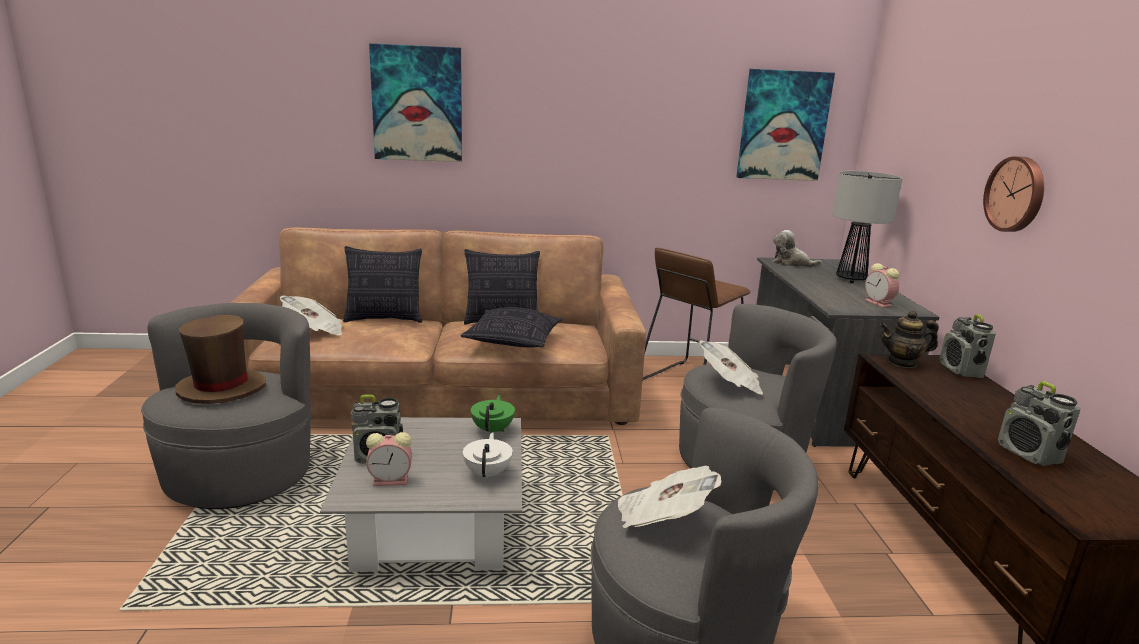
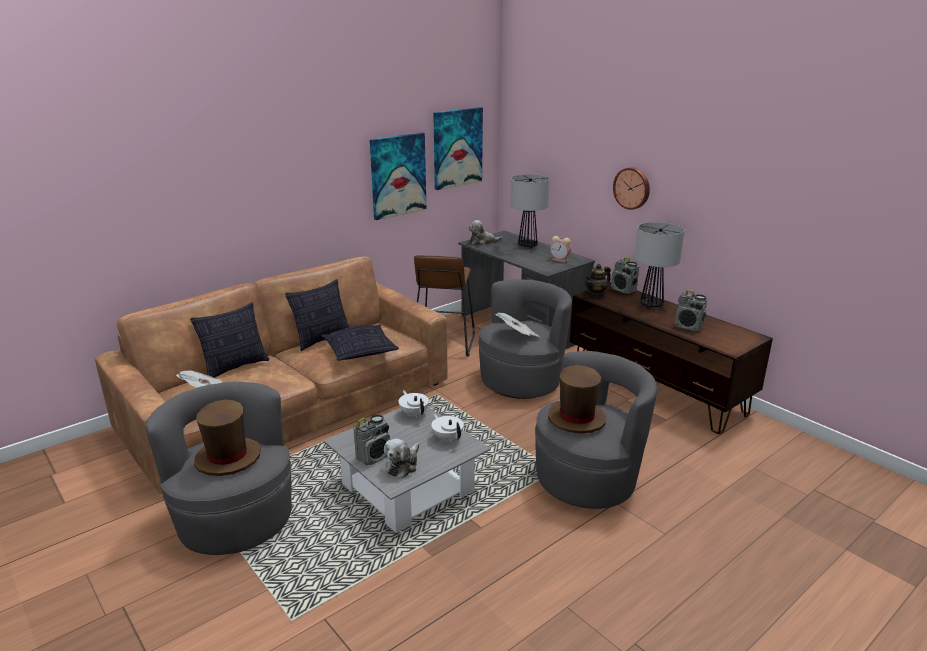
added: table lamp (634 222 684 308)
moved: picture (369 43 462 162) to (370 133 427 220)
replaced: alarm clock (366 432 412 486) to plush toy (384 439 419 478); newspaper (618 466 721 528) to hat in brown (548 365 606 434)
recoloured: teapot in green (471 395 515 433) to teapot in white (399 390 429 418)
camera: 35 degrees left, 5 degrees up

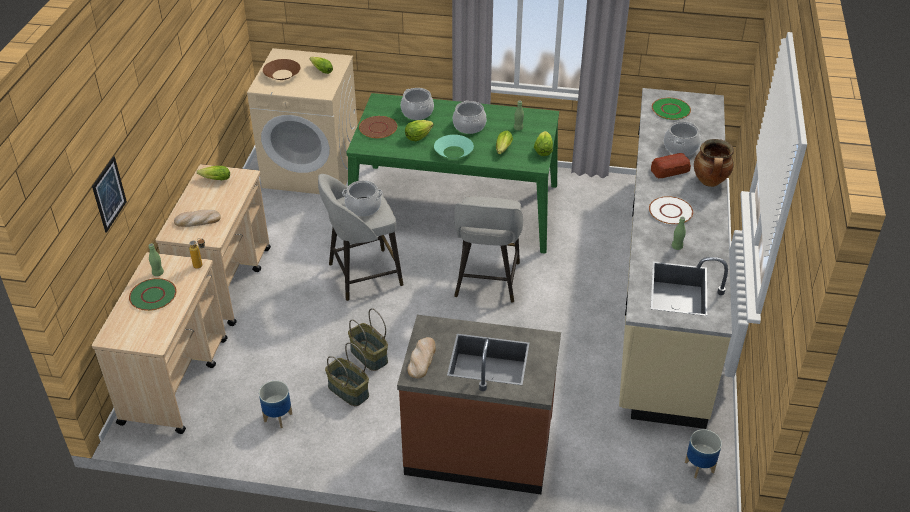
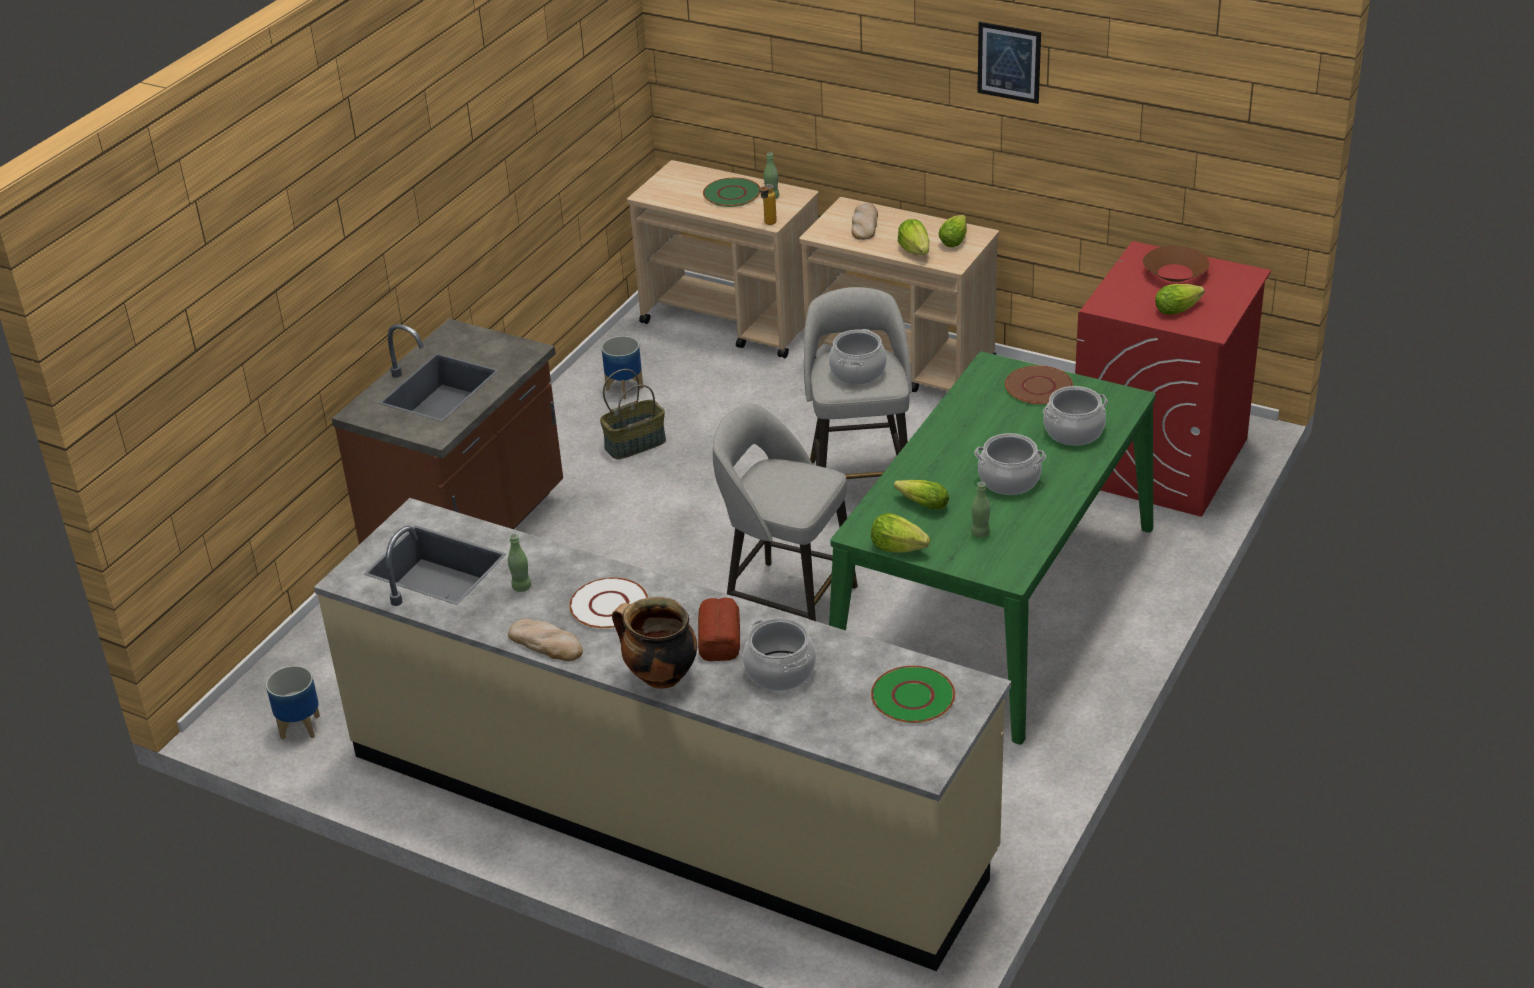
removed: basket (348 308 388 371); bowl in turquoise (434 135 474 158)
moved: picture (92 156 127 232) to (977 22 1041 104); lettuce (405 120 434 141) to (898 219 929 255); bread (407 337 435 379) to (508 619 583 661)
recoloured: washing machine in beige (247 48 357 194) to washing machine in red (1075 241 1271 517)
camera: 110 degrees right, 5 degrees down

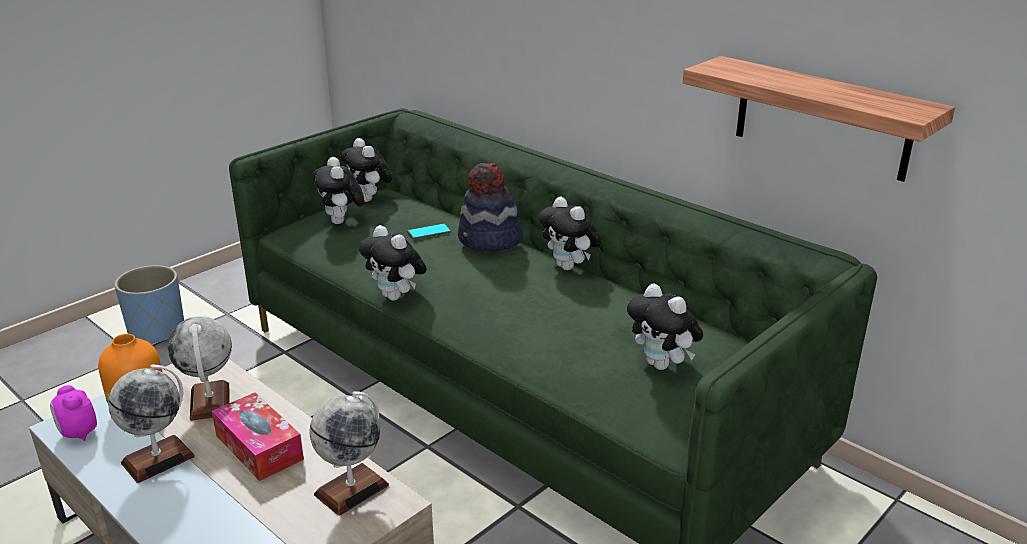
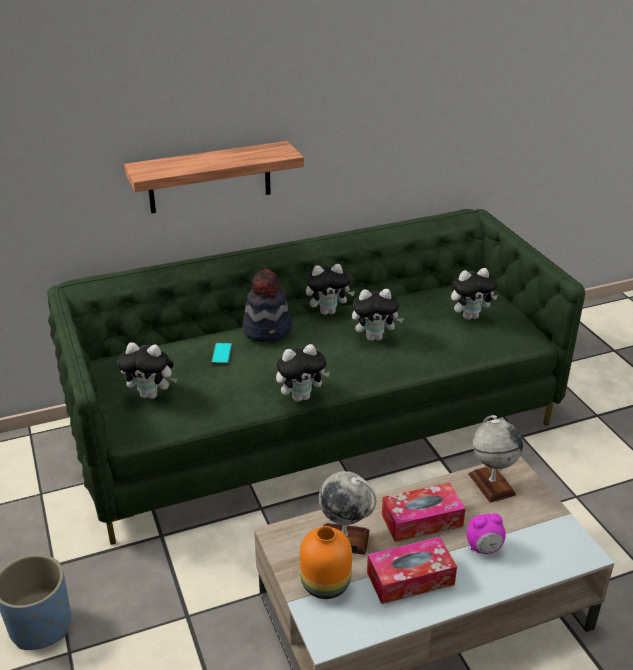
moved: alarm clock (50 385 97 441) to (467 513 506 554); plush toy (341 138 393 202) to (352 289 404 341); shelf (683 56 955 182) to (124 141 304 213)
replaced: globe (108 365 195 483) to tissue box (367 537 457 604)
camera: 65 degrees left, 5 degrees up

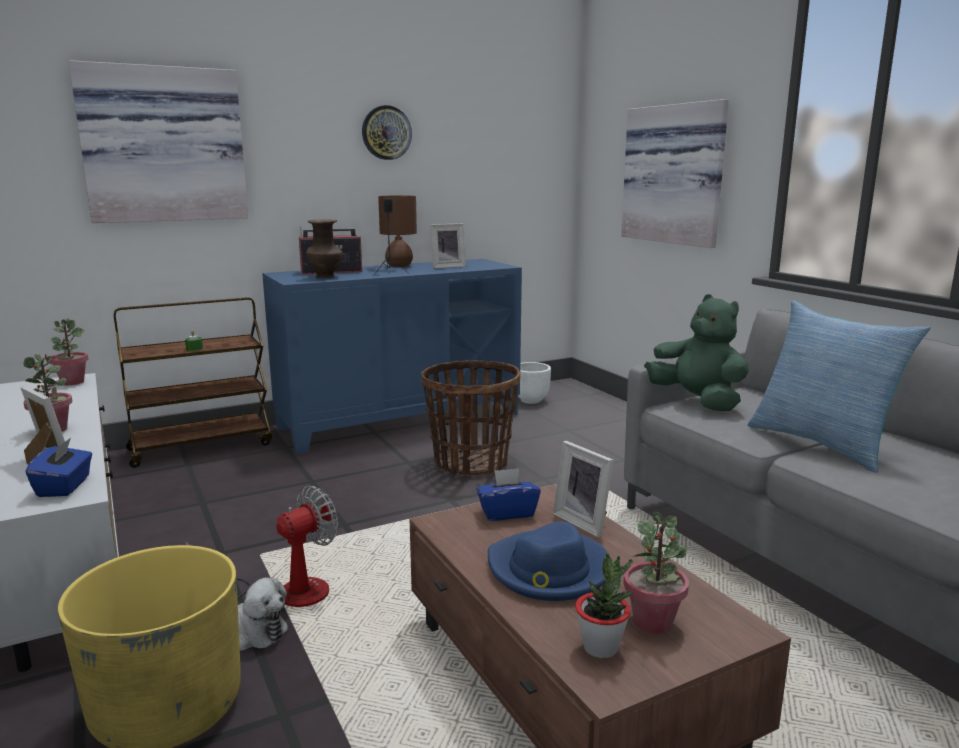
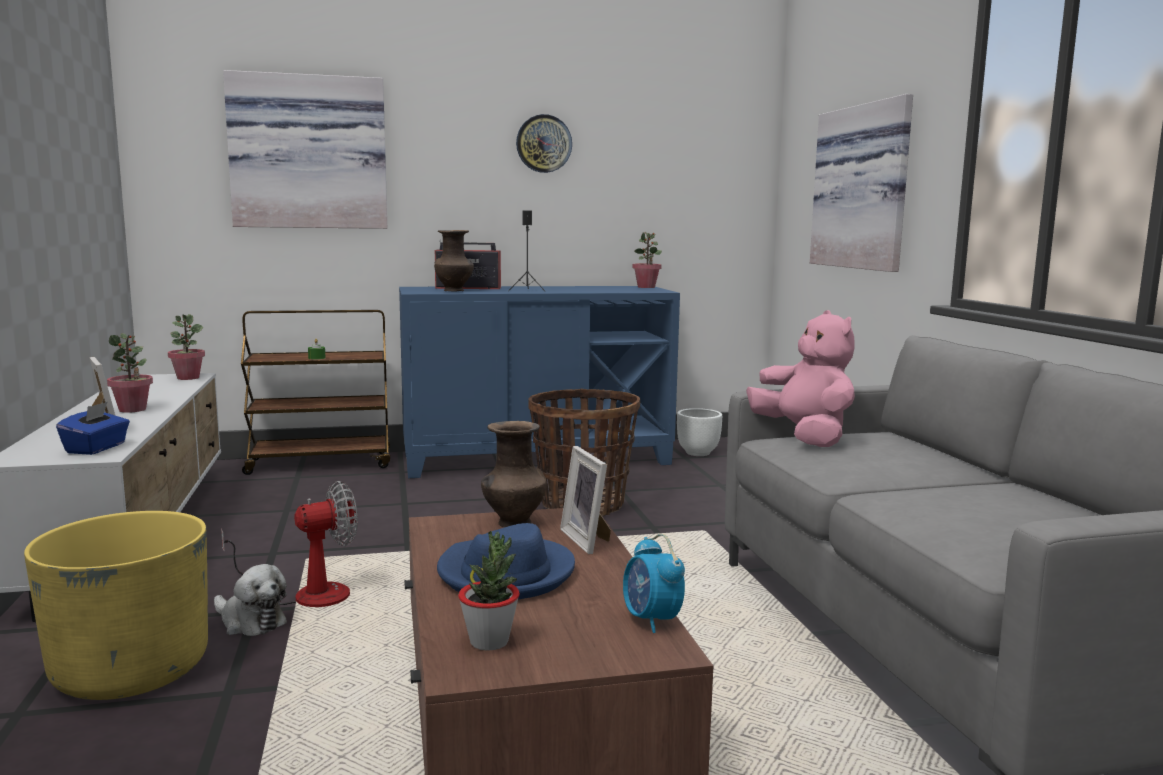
removed: table lamp in brown (378 195 417 267); picture frame (430 223 466 269); pillow (748 301 931 473)
added: alarm clock (623 534 685 633)
moved: potted plant (623 511 689 634) to (633 232 662 288)
replaced: tissue box in blue (476 468 541 521) to vase in brown (481 421 547 527)
recoloured: plush toy in green (644 294 749 411) to plush toy in pink (746 310 855 447)
camera: 15 degrees right, 5 degrees down

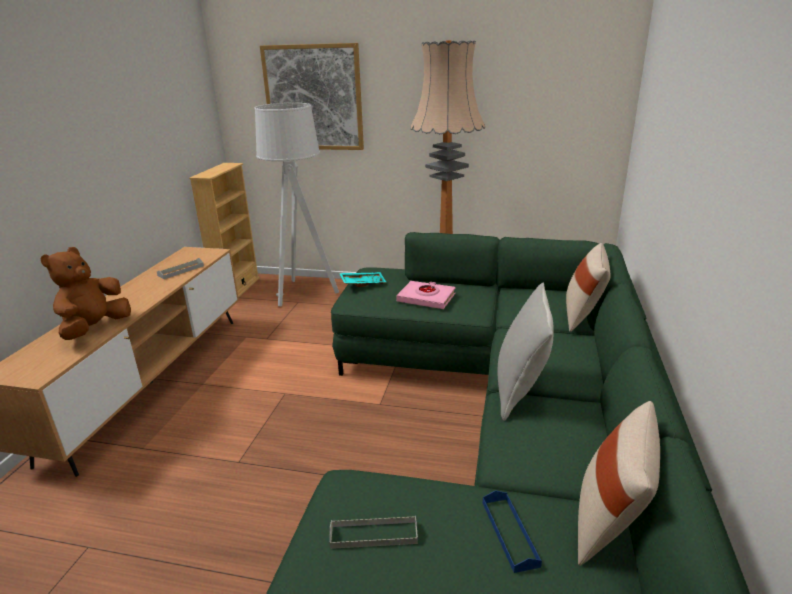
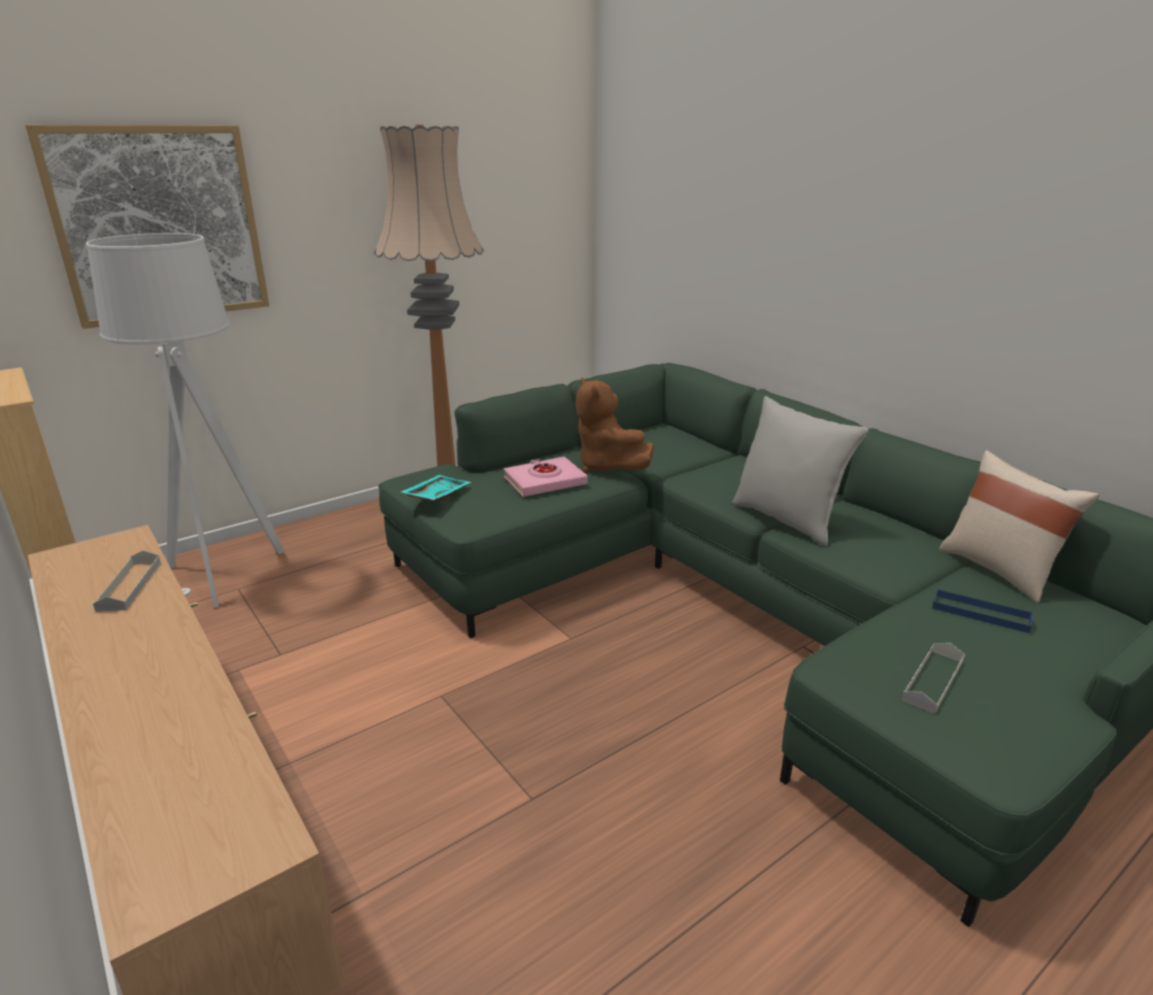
removed: pillow in beige (566 243 611 332)
moved: plush toy in brown (40 247 131 340) to (575 378 654 473)
camera: 50 degrees left, 0 degrees up

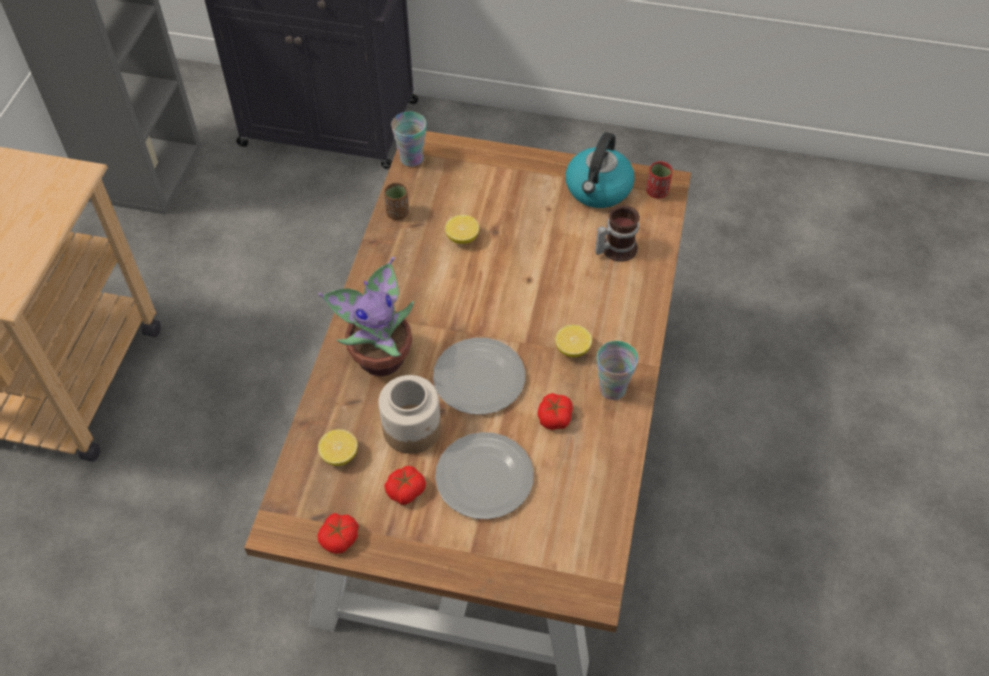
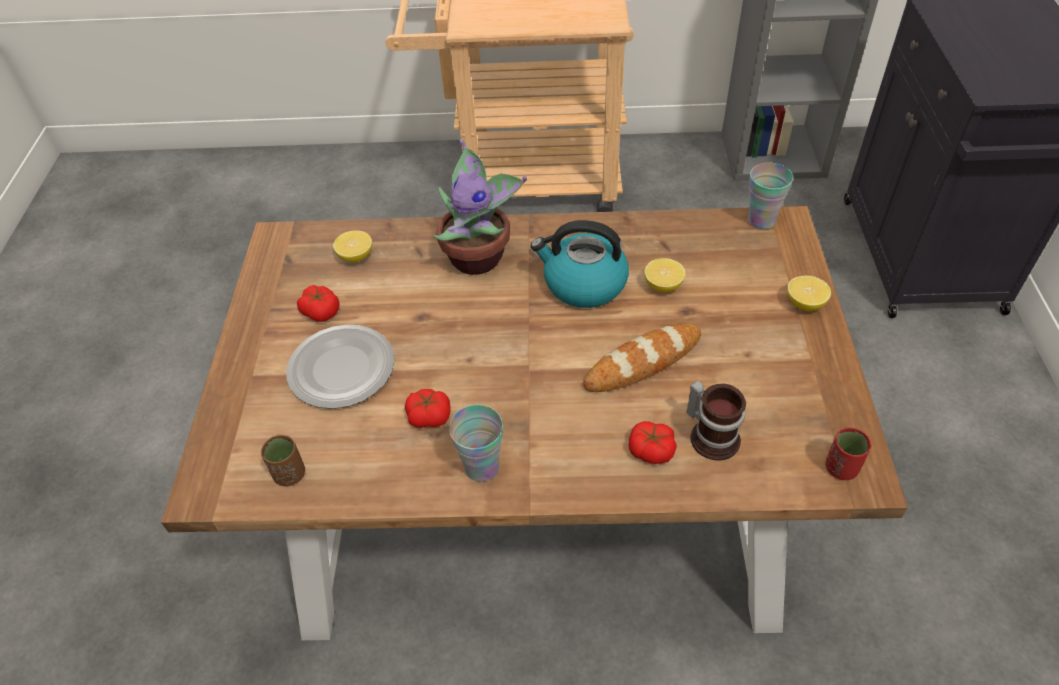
removed: jar (378 375 441 454); plate (433 338 525 415)
added: bread (583 324 701 392)
moved: tomato (318 513 359 554) to (629 421 677 464); cup in brown (384 183 409 220) to (261 435 305 486); lemon (555 325 592 357) to (787 276 831 311); kettle (565 132 635 208) to (531 220 629 308)
camera: 80 degrees right, 5 degrees down

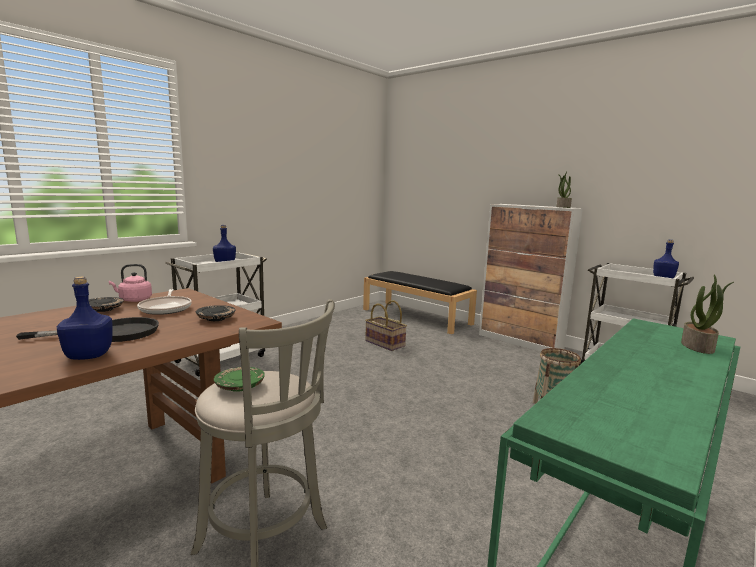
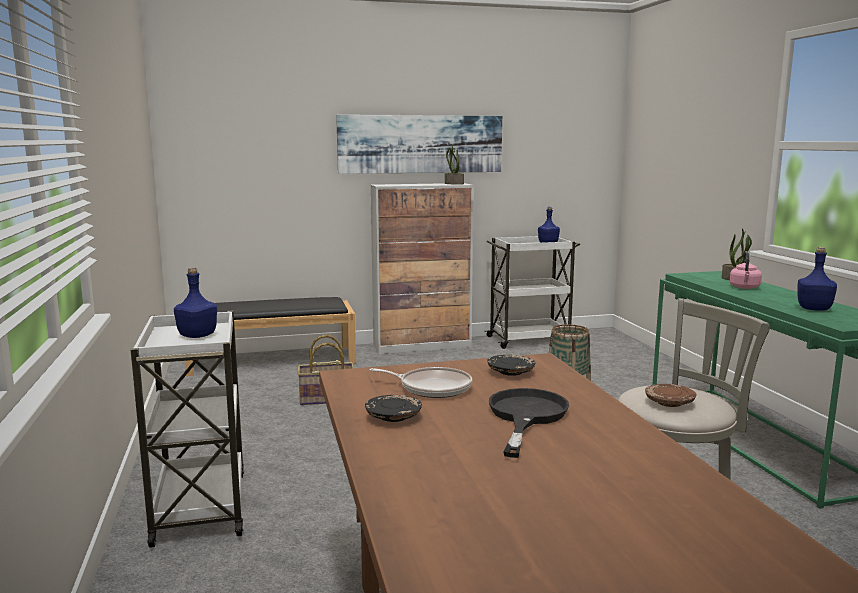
added: picture (336 115 502 174)
moved: bottle in blue (57 277 113 360) to (797 247 837 311); kettle in pink (109 264 152 302) to (730 251 762 289)
recoloured: plate in green (214 367 265 392) to plate in brown (645 384 697 407)
camera: 55 degrees left, 0 degrees up

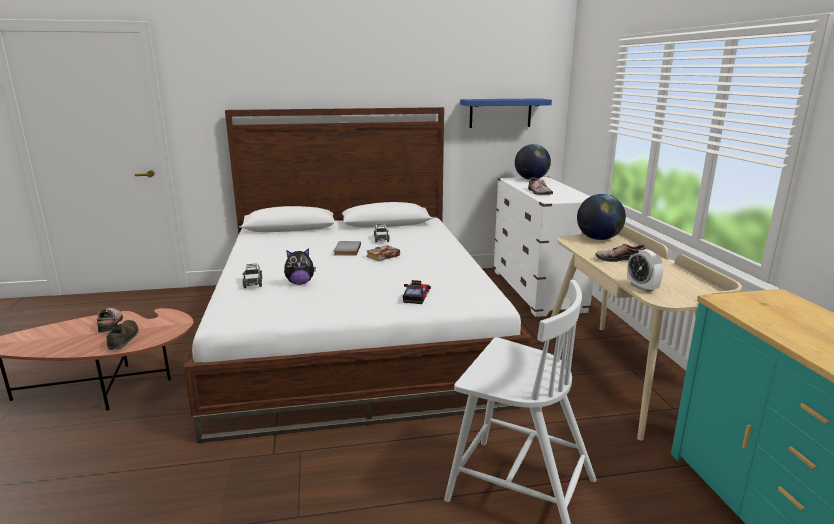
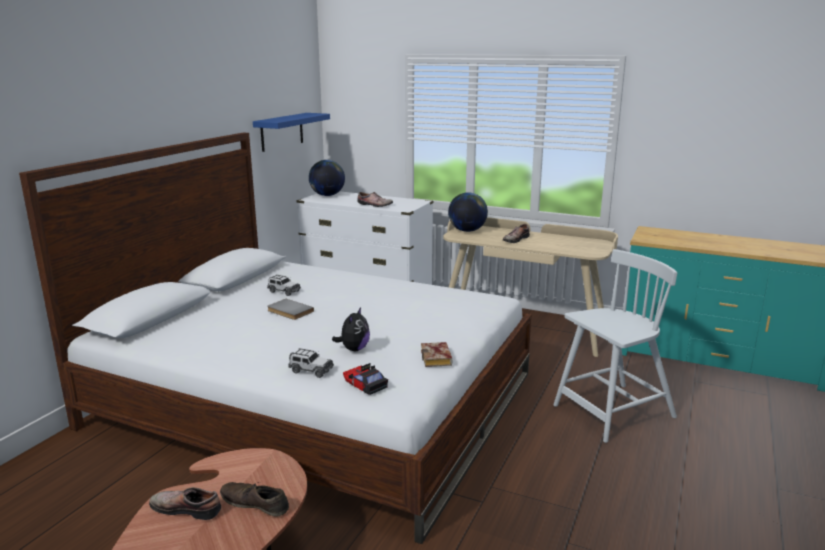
removed: alarm clock (627 249 663 292)
moved: book (367 245 400 261) to (421 342 453 367); toy car (403 280 431 304) to (343 363 388 395)
camera: 55 degrees left, 0 degrees up

